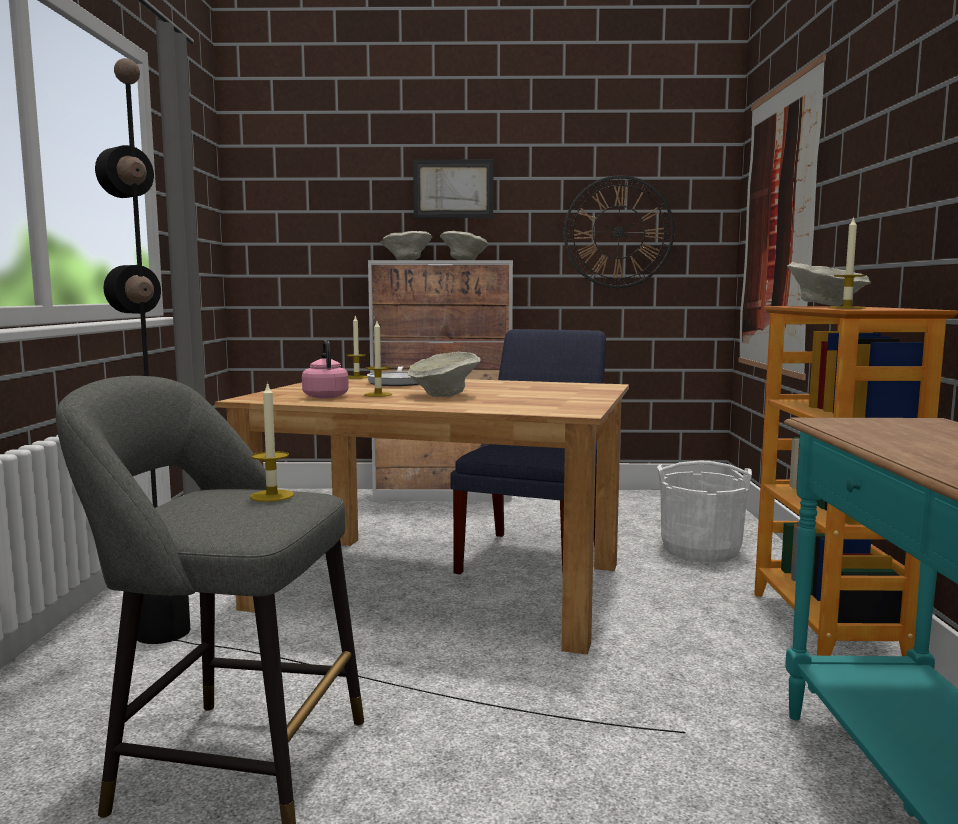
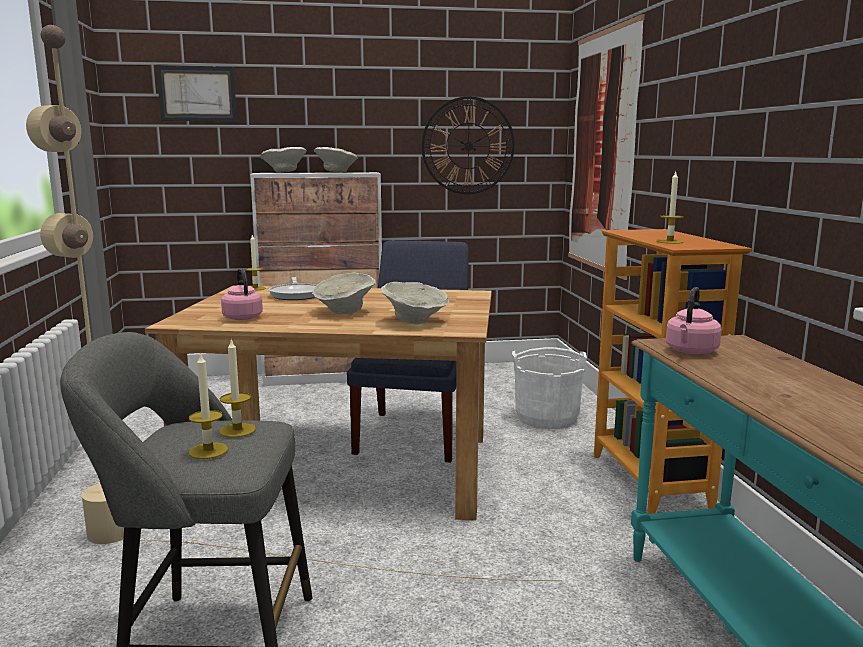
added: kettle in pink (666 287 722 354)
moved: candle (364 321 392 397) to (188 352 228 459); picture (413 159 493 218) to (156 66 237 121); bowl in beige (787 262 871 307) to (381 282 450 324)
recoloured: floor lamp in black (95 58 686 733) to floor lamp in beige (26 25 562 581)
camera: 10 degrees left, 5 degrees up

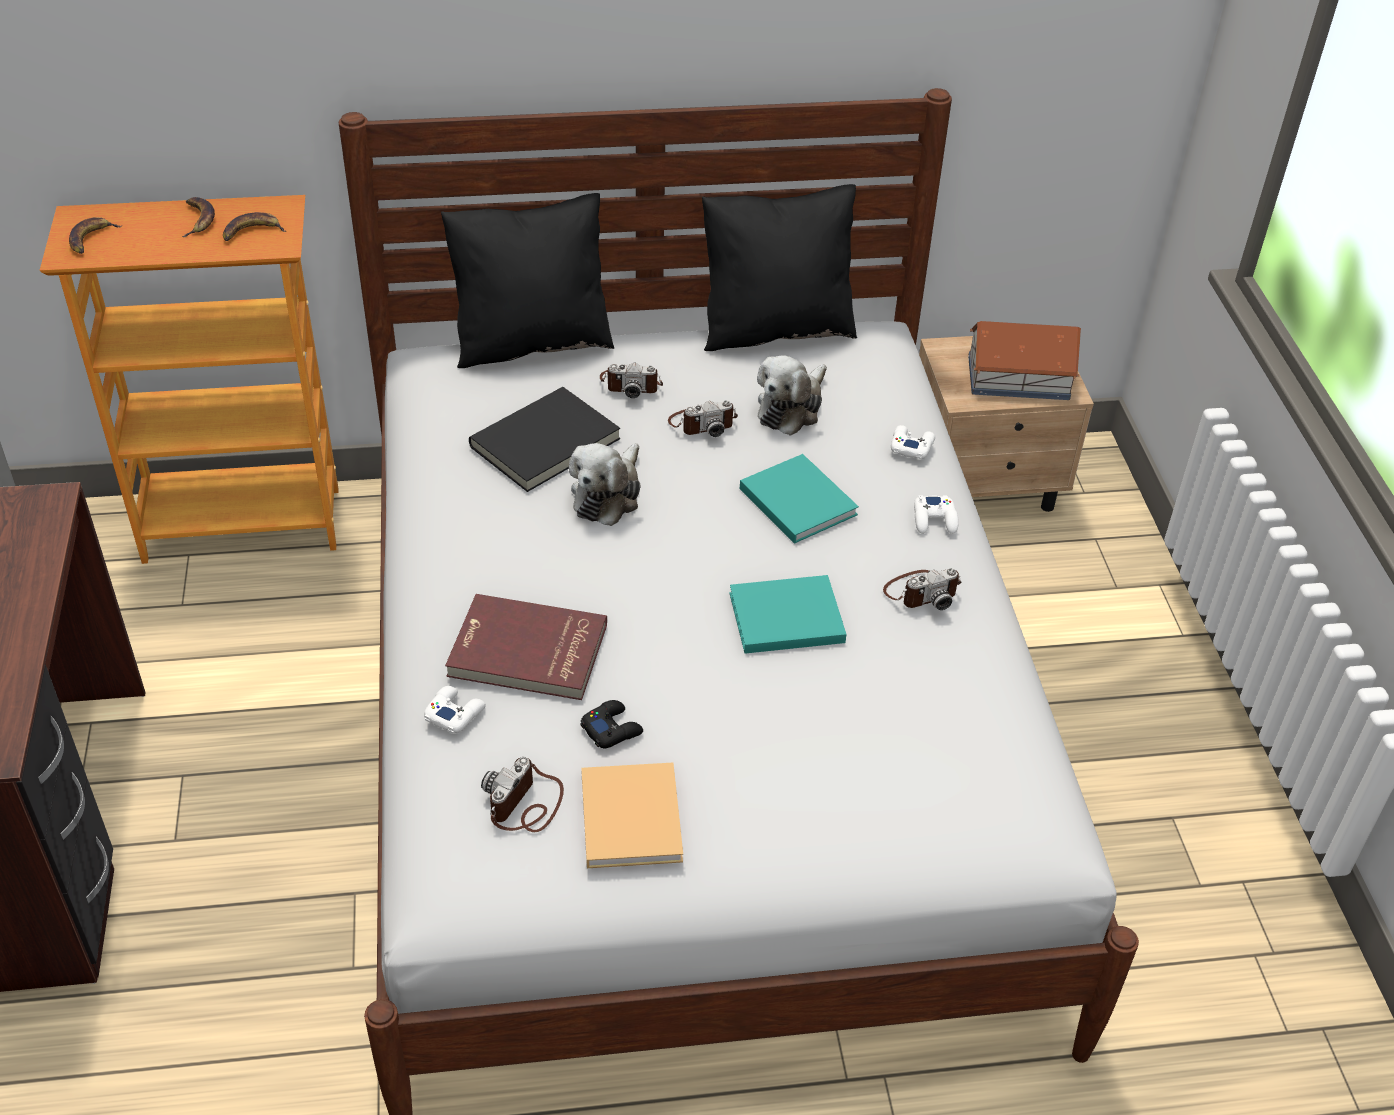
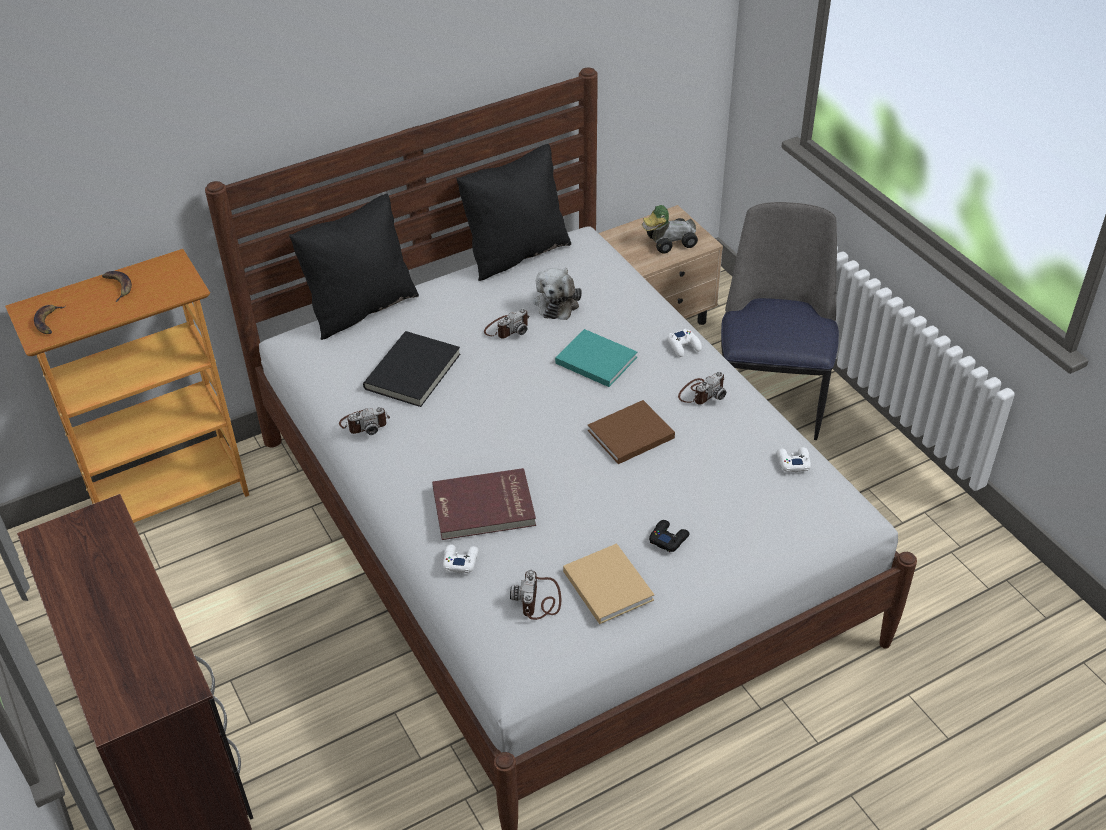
removed: banana (223 212 286 241); plush toy (569 443 641 526)
added: chair (721 202 839 440)
moved: game controller in black (580 700 643 748) to (649 520 690 552); photo camera (600 363 663 398) to (339 407 390 435); game controller in white (891 425 935 459) to (777 447 811 472)
replaced: toy house (968 321 1081 400) to toy car (642 205 698 254)
recoloured: book in turquoise (729 575 847 654) to book in brown (588 400 675 464)
camera: 20 degrees left, 0 degrees up

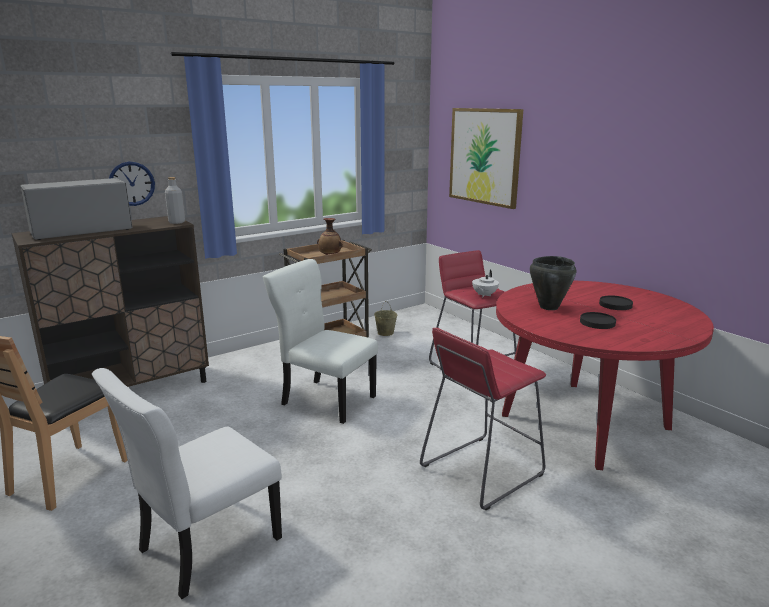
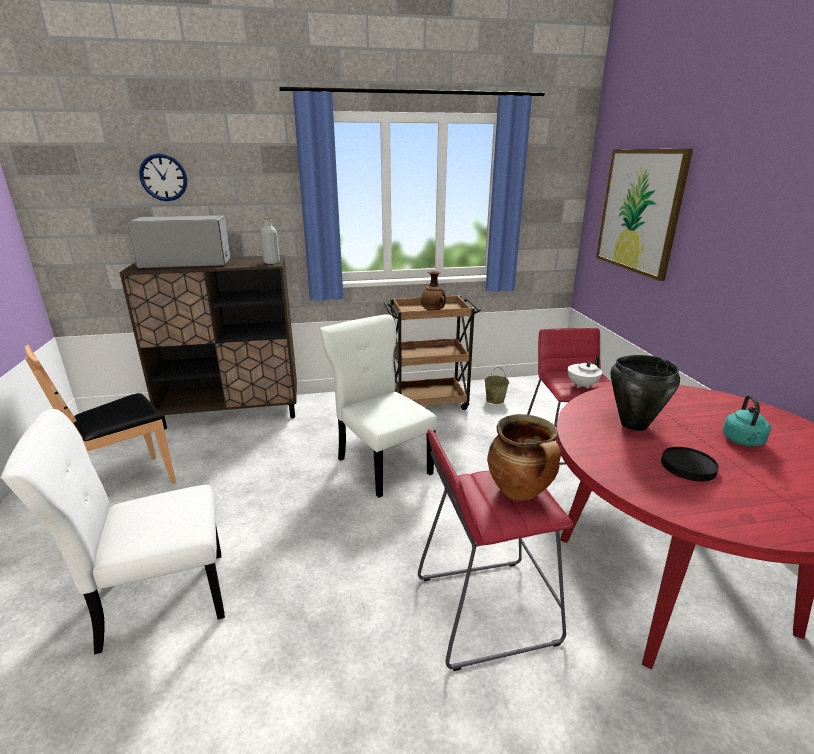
added: cooking pot (487 414 561 501)
moved: wall clock (109 161 155 206) to (139 154 187 201)
replaced: plate in black (599 295 633 310) to kettle in turquoise (722 395 771 447)
camera: 25 degrees right, 5 degrees up

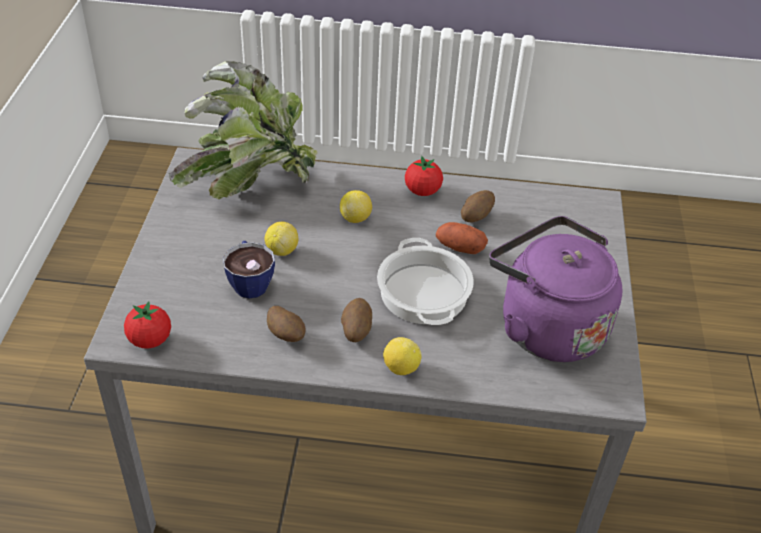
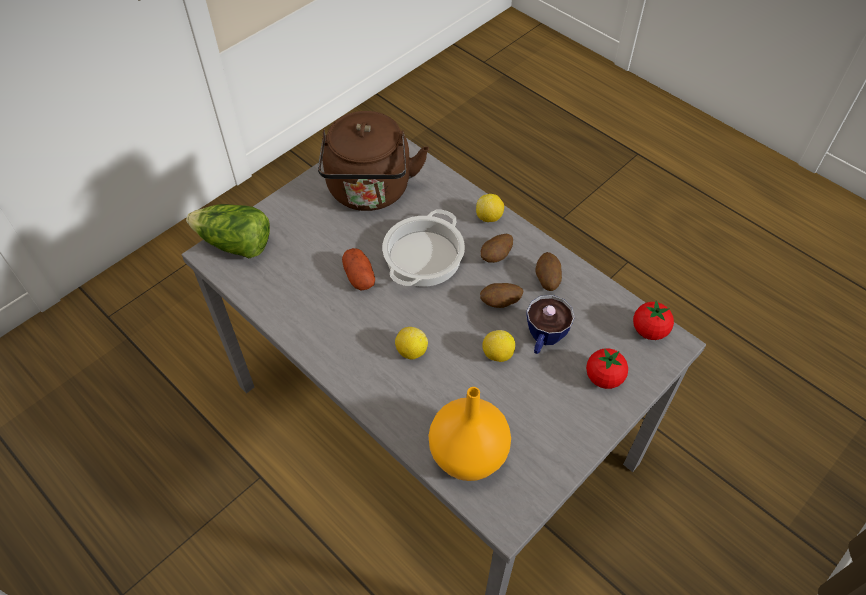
added: lettuce (186 204 270 258)
moved: tomato (405 156 443 196) to (586 348 628 389); potato (461 190 495 222) to (480 283 523 308)
replaced: potted plant (169 61 318 199) to vase in orange (429 387 511 481)
recoloured: kettle in purple (489 216 623 362) to kettle in brown (318 111 429 211)
camera: 140 degrees left, 10 degrees up

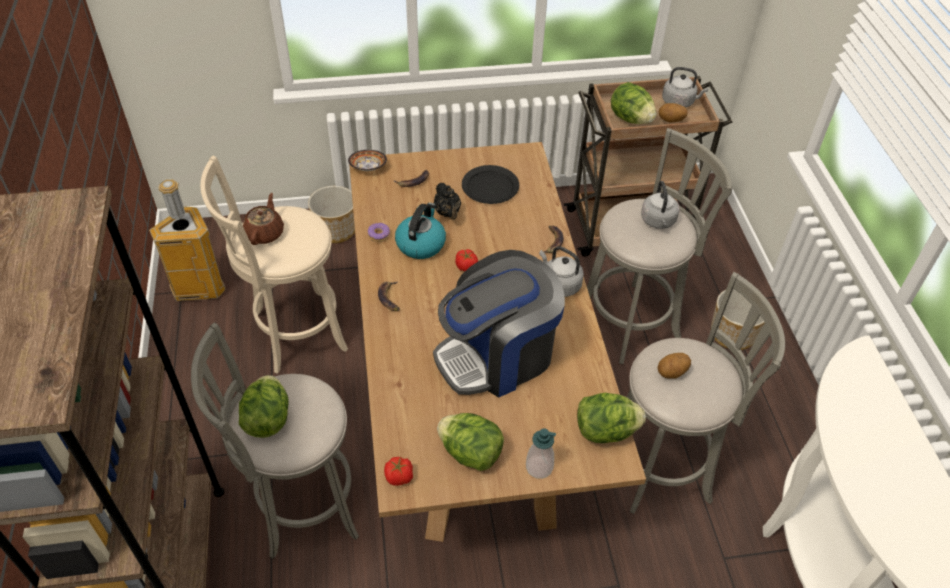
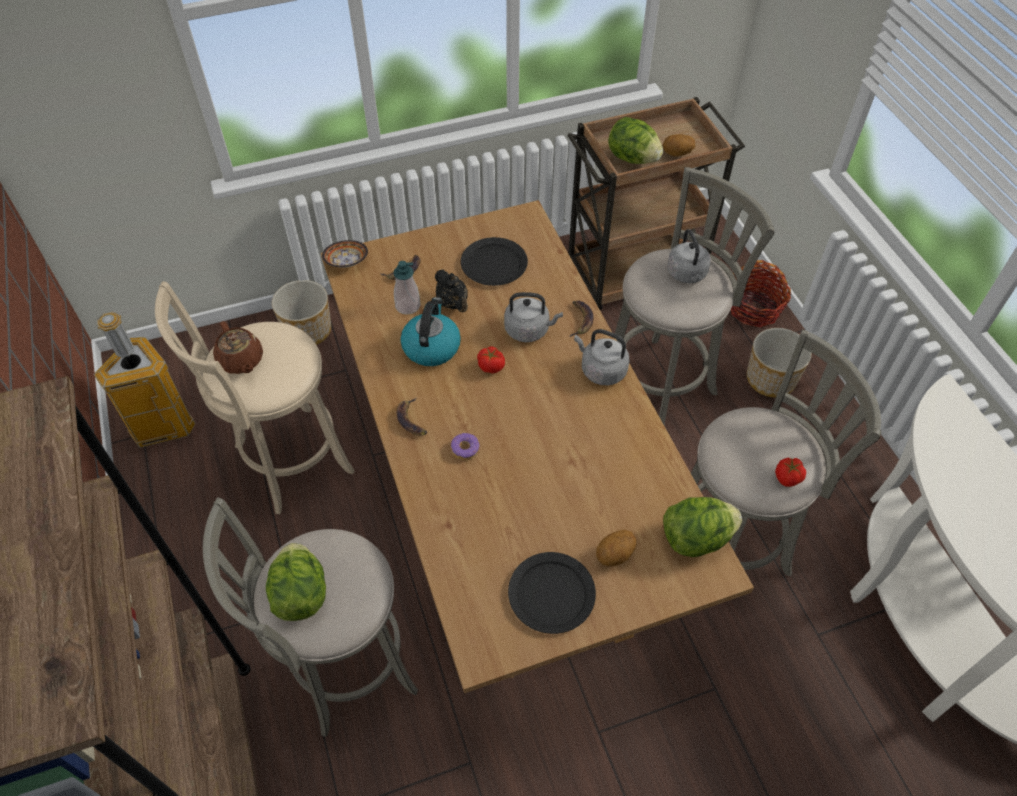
removed: coffee machine (433 250 565 398)
added: basket (731 260 791 328)
moved: donut (368 223 390 242) to (451 433 480 460); tomato (384 457 413 486) to (775 458 806 487); soap dispenser (526 428 556 479) to (393 261 421 315); potato (658 353 691 379) to (596 530 637 567); kettle in grey (662 67 708 108) to (504 292 563 342)
replaced: lettuce (437 413 504 471) to plate in black (508 552 596 634)
turned: teapot in brown (243 193 284 245) = (213 321 263 374) 150 degrees clockwise
camera: 10 degrees left, 5 degrees up

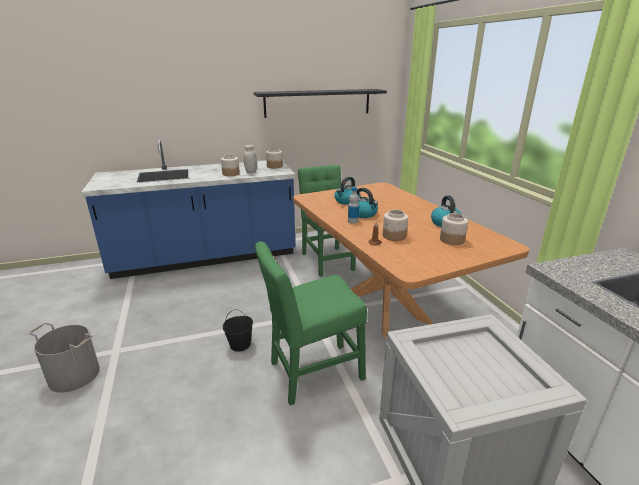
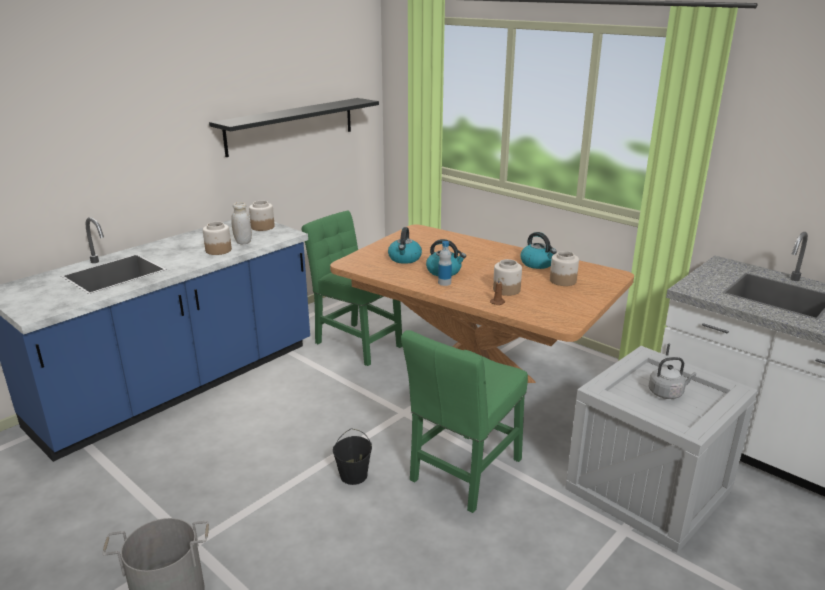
added: kettle in grey (649 357 696 399)
camera: 30 degrees left, 0 degrees up

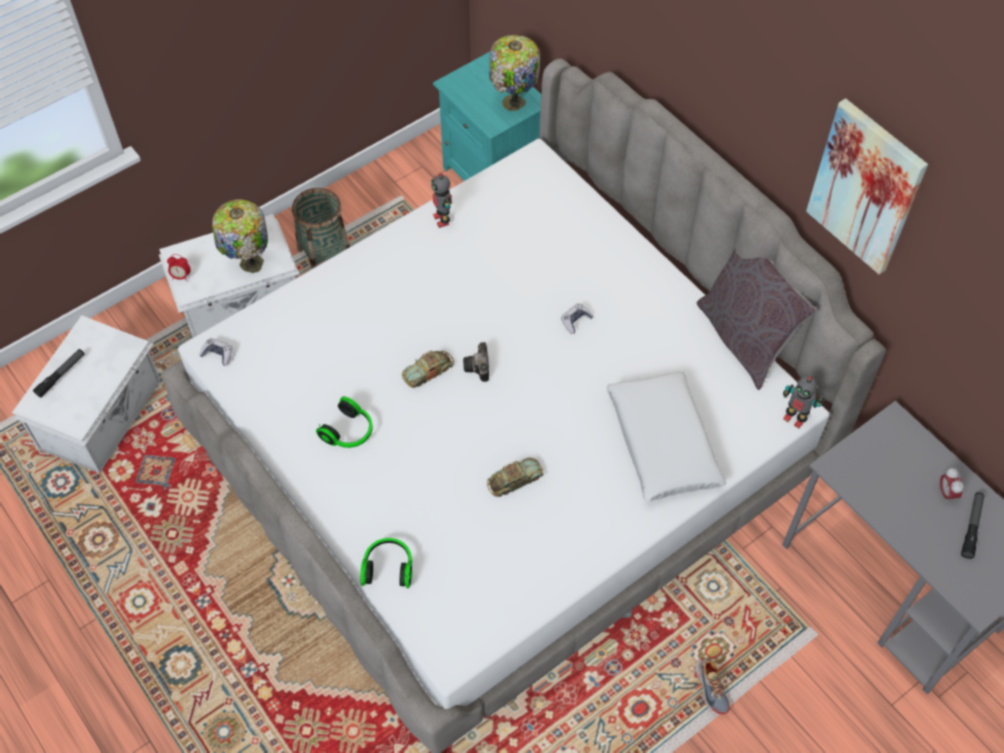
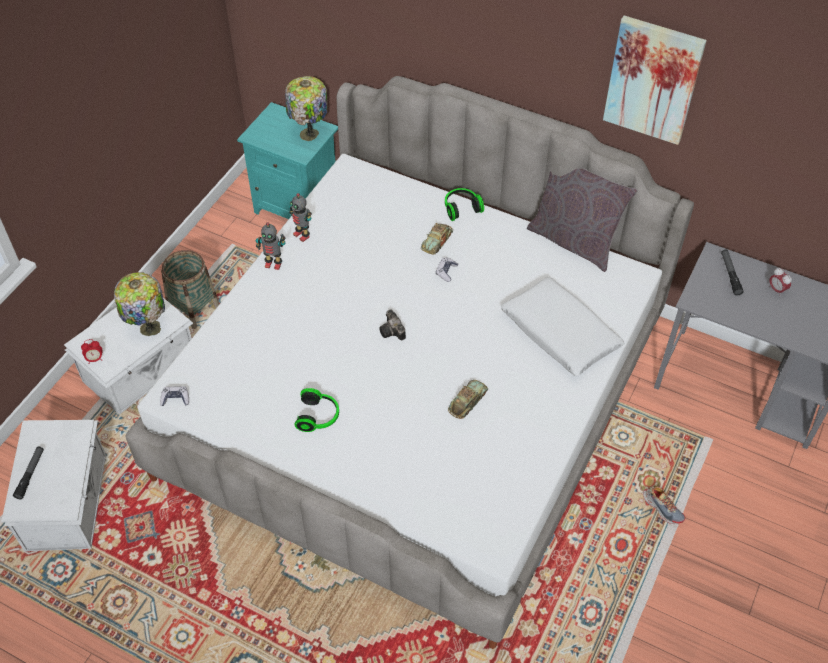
moved: headphones (360 538 412 588) to (445 188 484 221); toy car (402 350 454 388) to (421 223 453 255); toy robot (783 376 824 428) to (256 222 285 270); flashlight (961 492 984 559) to (721 250 744 295)
camera: 25 degrees left, 5 degrees down

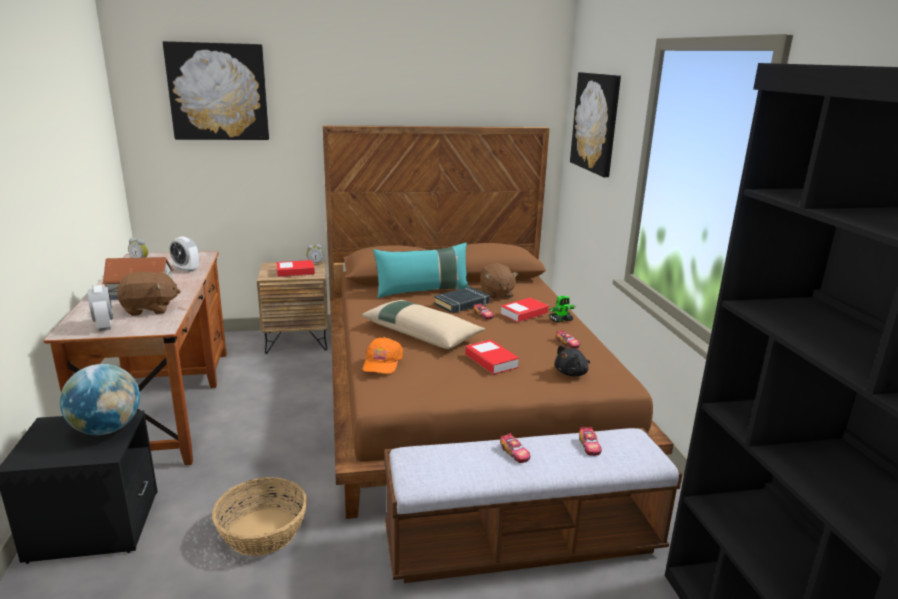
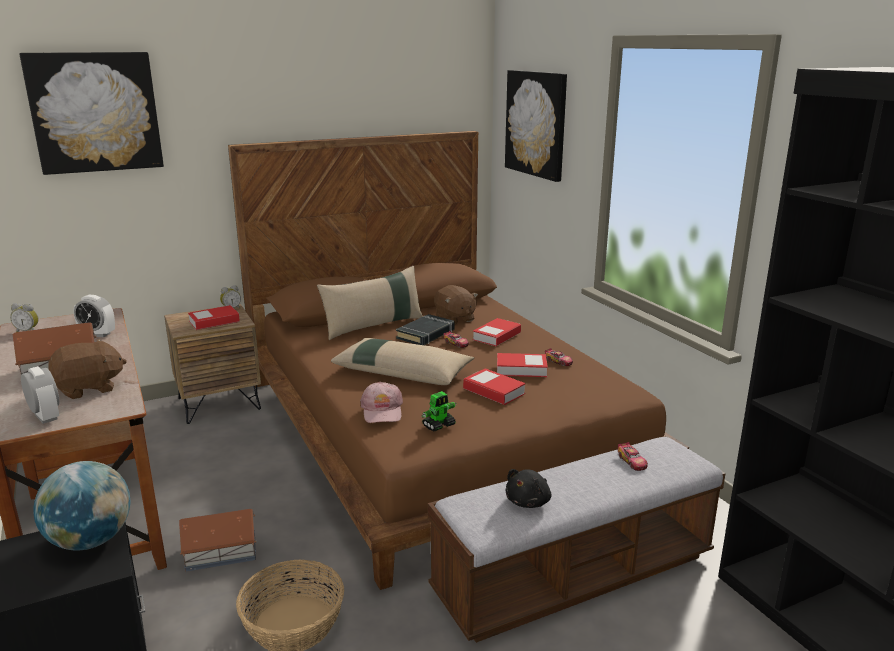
removed: toy car (500 433 530 463)
added: toy house (179 509 256 572); book (497 353 548 377)
moved: toy robot (549 296 575 322) to (422 391 457 431); plush toy in black (555 345 590 376) to (505 469 551 508)
recoloured: cap in orange (363 337 403 374) to cap in pink (360 382 403 423); pillow in turquoise (373 243 468 299) to pillow in beige (317 266 423 340)
camera: 15 degrees left, 0 degrees up

